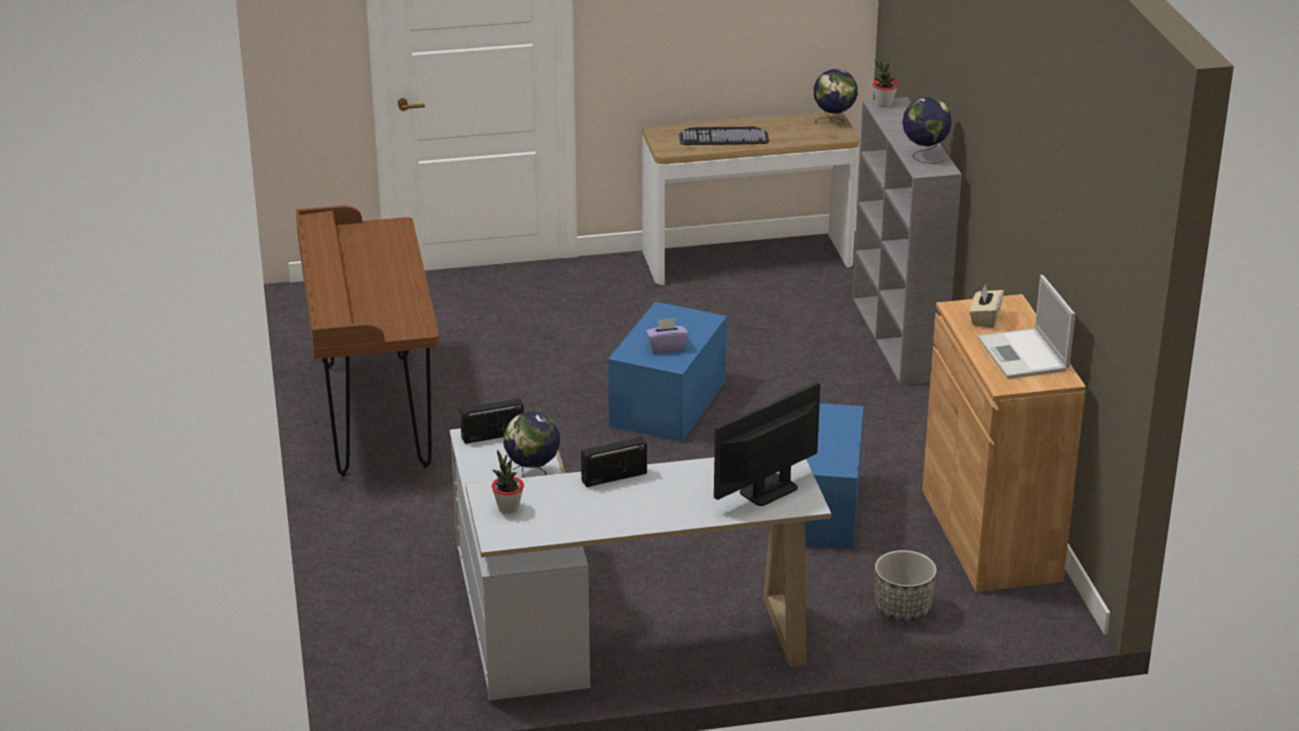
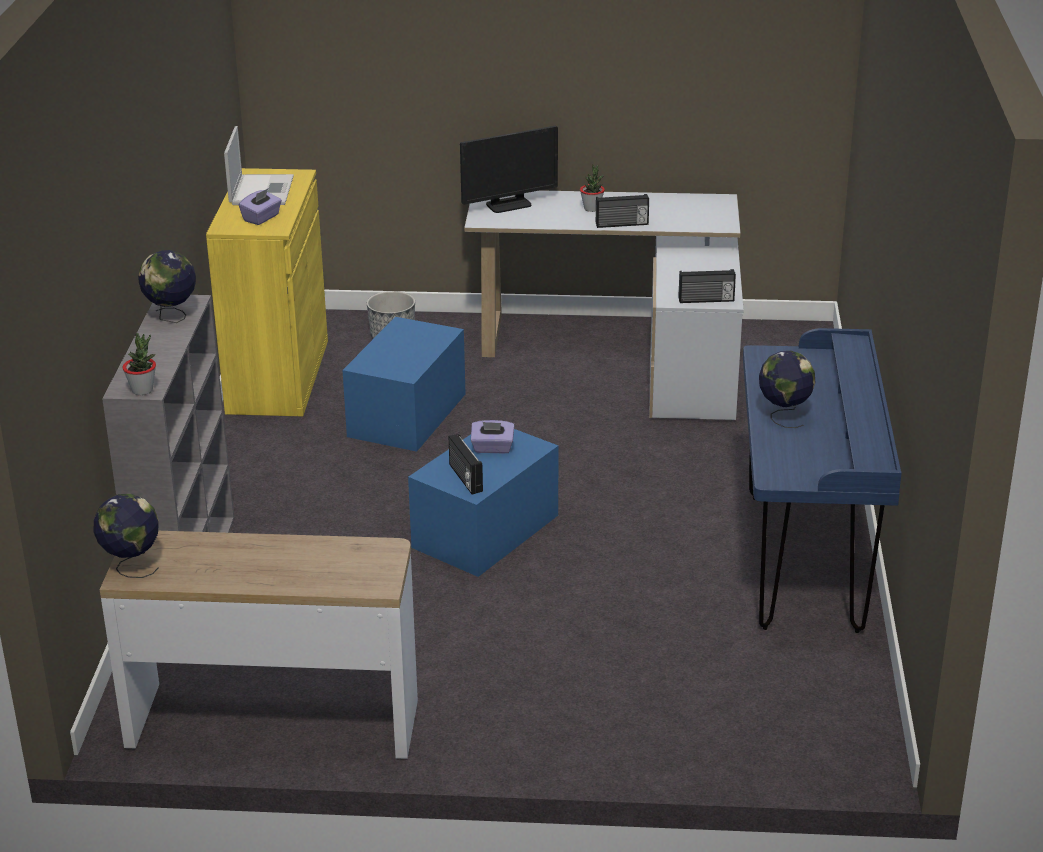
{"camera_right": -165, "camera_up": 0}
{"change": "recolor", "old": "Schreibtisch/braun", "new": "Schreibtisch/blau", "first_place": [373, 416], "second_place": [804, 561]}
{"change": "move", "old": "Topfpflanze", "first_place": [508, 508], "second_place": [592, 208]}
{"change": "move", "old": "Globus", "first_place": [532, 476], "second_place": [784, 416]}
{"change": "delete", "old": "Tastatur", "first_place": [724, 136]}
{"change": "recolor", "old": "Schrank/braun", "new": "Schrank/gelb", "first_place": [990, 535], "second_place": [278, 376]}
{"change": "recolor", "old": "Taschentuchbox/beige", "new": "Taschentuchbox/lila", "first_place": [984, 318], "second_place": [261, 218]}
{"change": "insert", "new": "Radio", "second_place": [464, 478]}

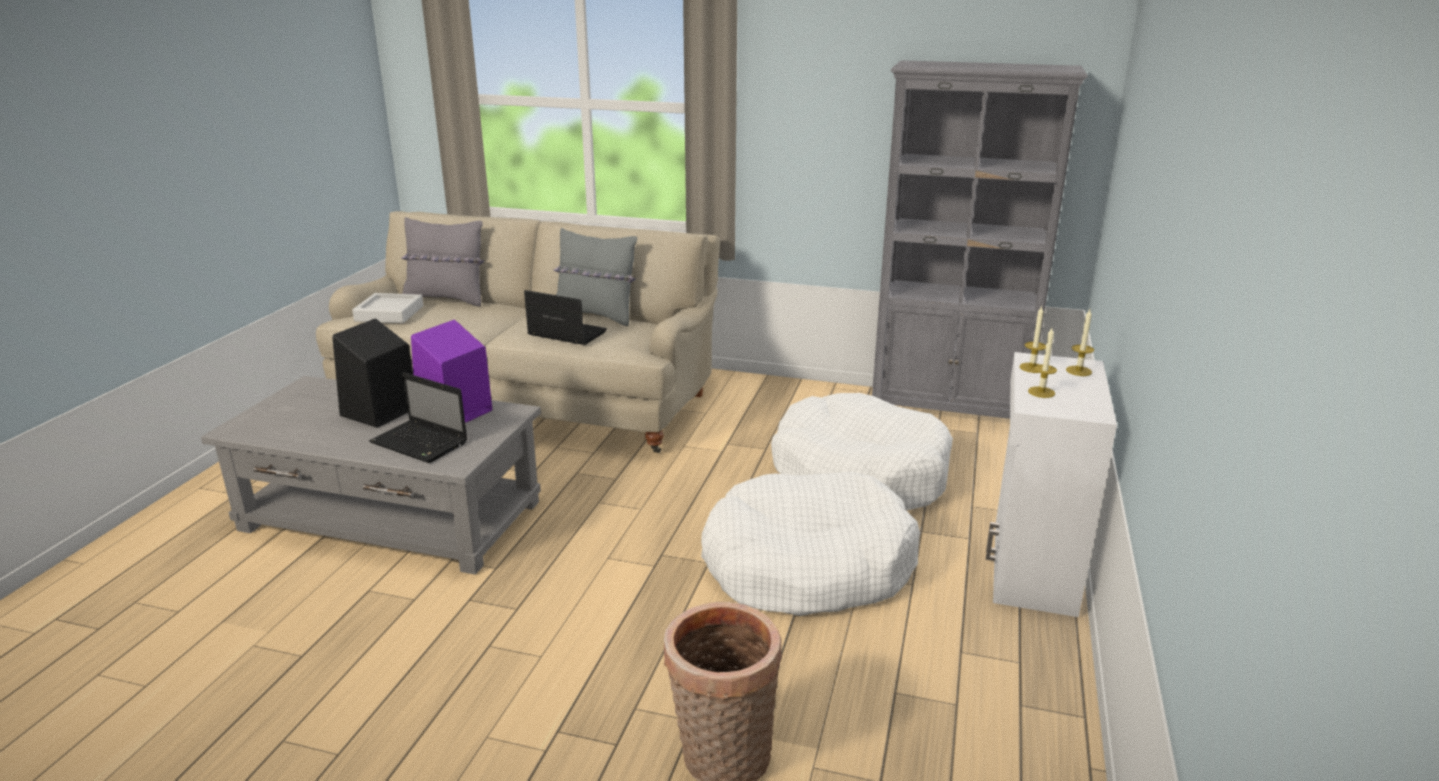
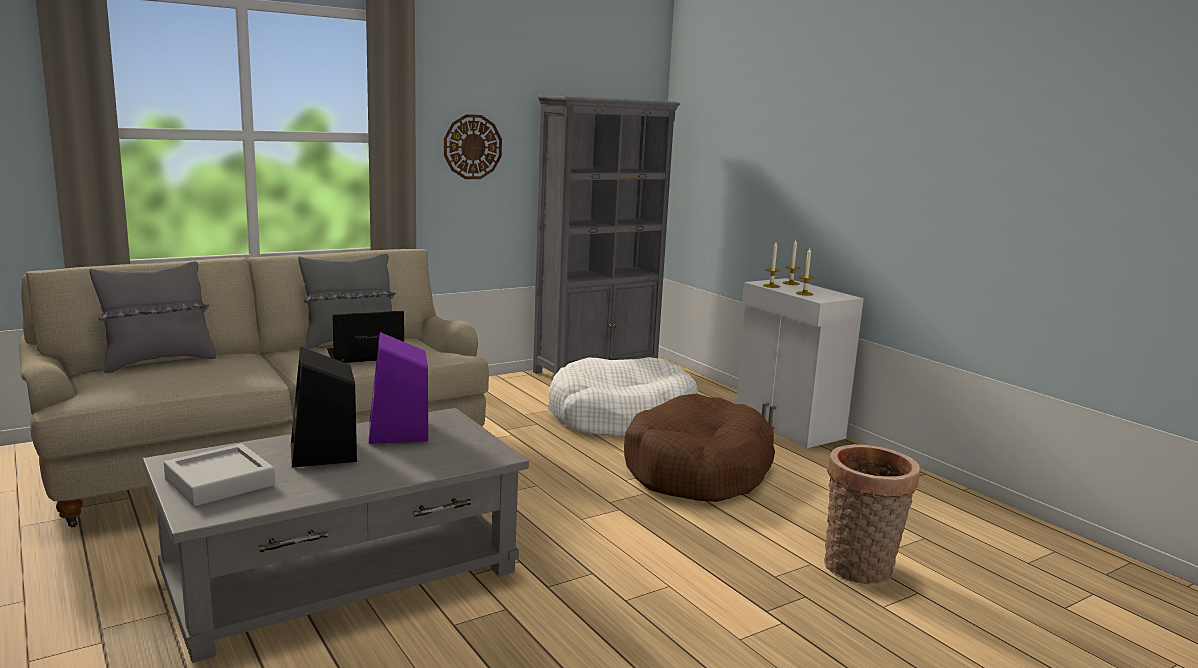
{"camera_right": -50, "camera_up": -10}
{"change": "move", "old": "Tablett/grau", "first_place": [389, 313], "second_place": [220, 482]}
{"change": "delete", "old": "Laptop", "first_place": [421, 443]}
{"change": "recolor", "old": "Hundebett/weiß", "new": "Hundebett/braun", "first_place": [807, 565], "second_place": [697, 470]}
{"change": "insert", "new": "Wanduhr", "second_place": [472, 147]}

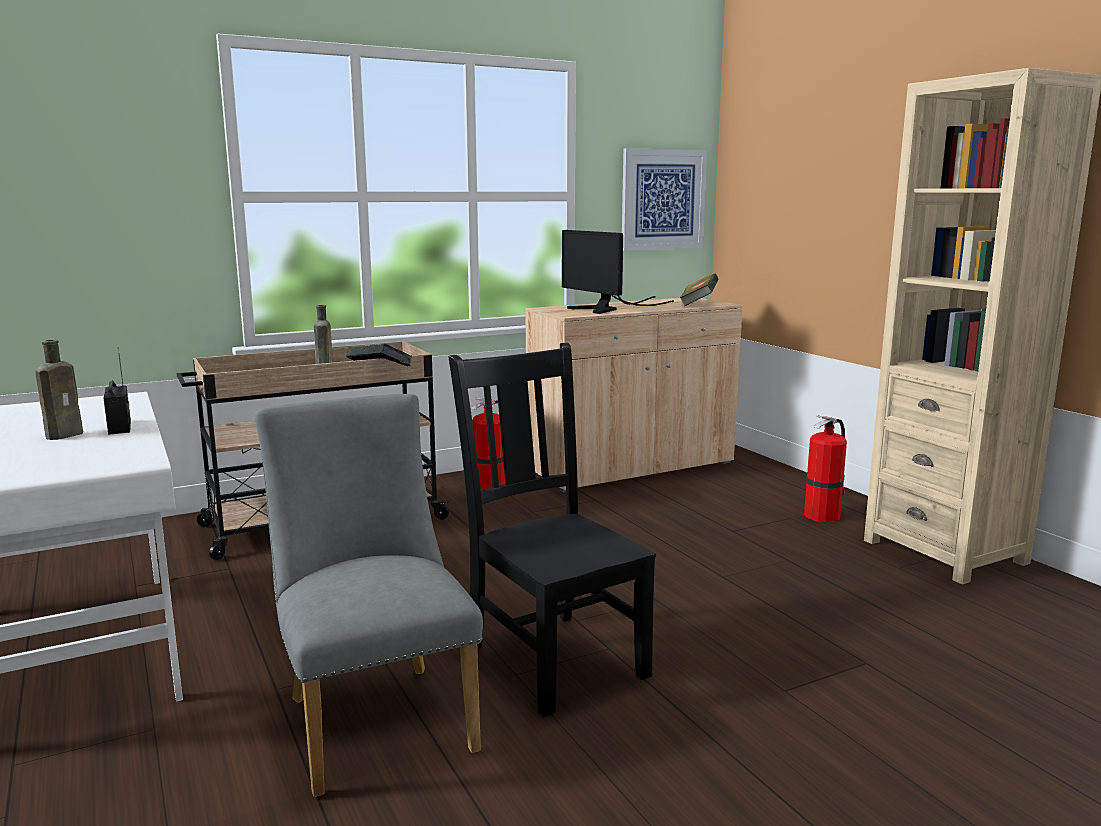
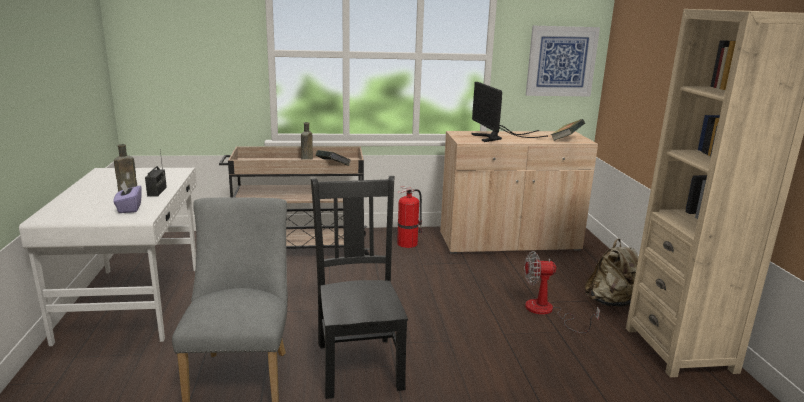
{"camera_right": 20, "camera_up": 5}
{"change": "replace", "old": "Feuerlöscher", "new": "Rucksack/beige", "first_place": [823, 515], "second_place": [613, 303]}
{"change": "insert", "new": "Taschentuchbox/lila", "second_place": [129, 208]}
{"change": "insert", "new": "Ventilator", "second_place": [547, 312]}

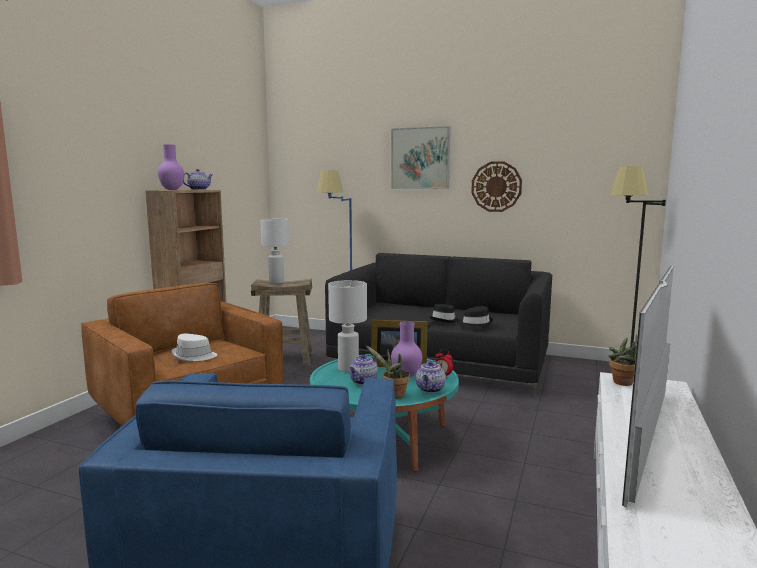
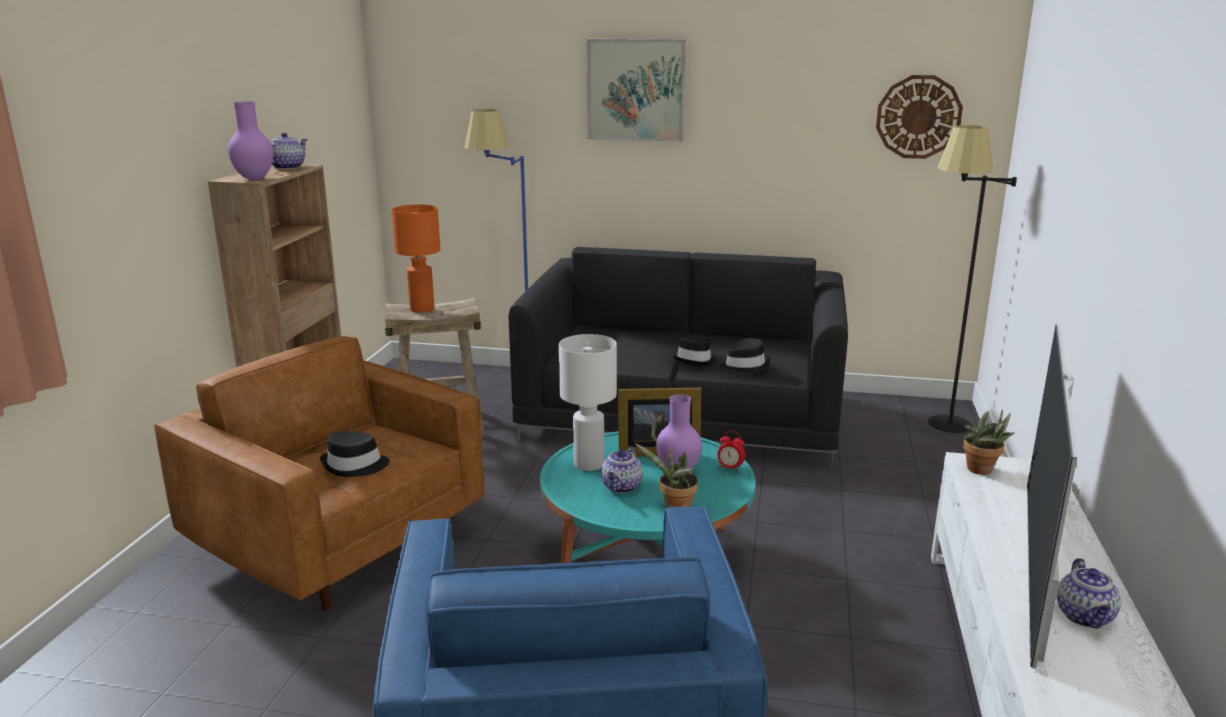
{"camera_right": -10, "camera_up": 10}
{"change": "recolor", "old": "Hut/weiß", "new": "Hut/schwarz", "first_place": [194, 356], "second_place": [355, 466]}
{"change": "recolor", "old": "Tischlampe/weiß", "new": "Tischlampe/orange", "first_place": [276, 282], "second_place": [421, 309]}
{"change": "move", "old": "Teekanne", "first_place": [430, 389], "second_place": [1085, 617]}
{"change": "move", "old": "Wanduhr", "first_place": [496, 186], "second_place": [918, 117]}

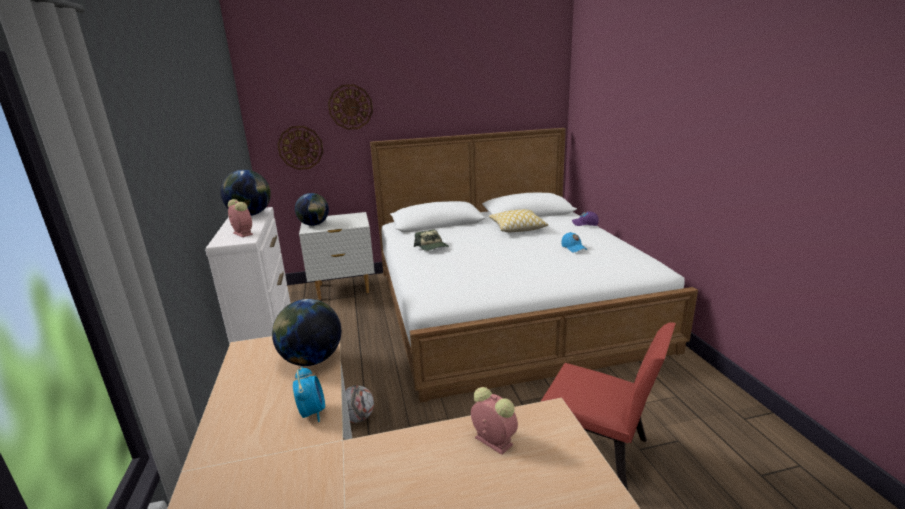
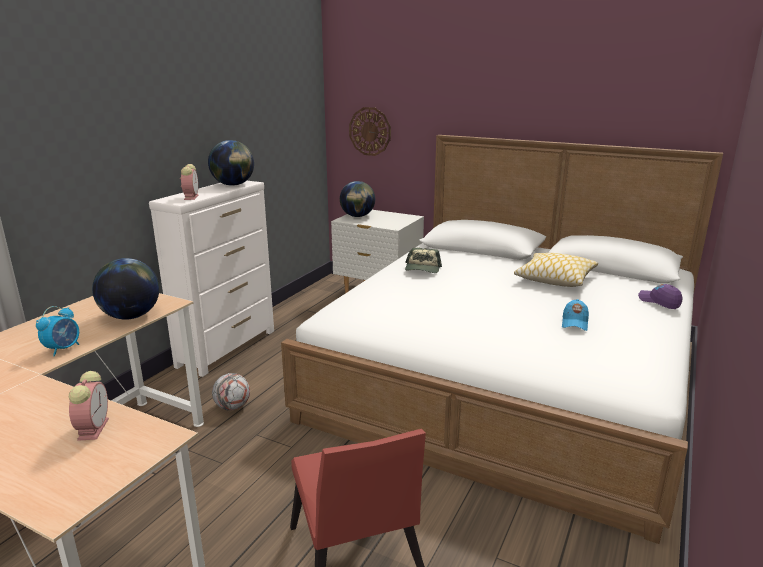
{"camera_right": 40, "camera_up": 0}
{"change": "delete", "old": "Wanduhr", "first_place": [350, 107]}

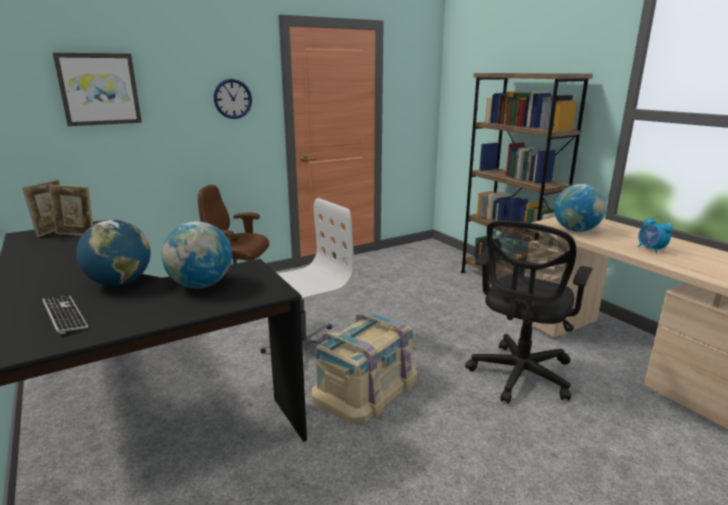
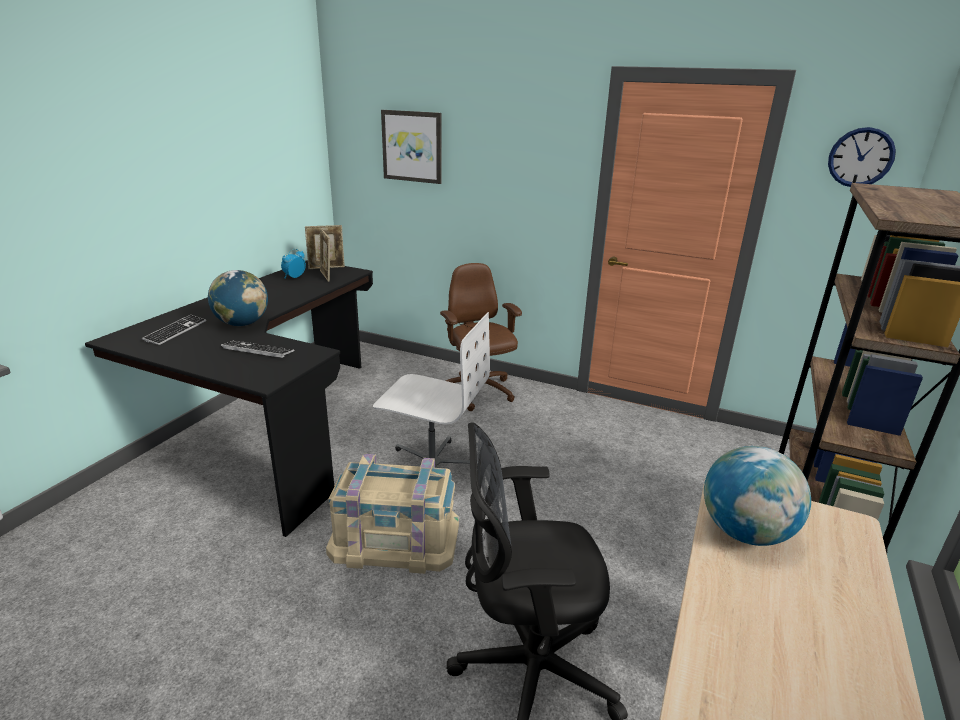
{"camera_right": 55, "camera_up": 5}
{"change": "replace", "old": "Globus", "new": "Tastatur", "first_place": [201, 285], "second_place": [258, 350]}
{"change": "move", "old": "Wanduhr", "first_place": [232, 99], "second_place": [860, 157]}
{"change": "move", "old": "Wecker", "first_place": [651, 249], "second_place": [294, 277]}

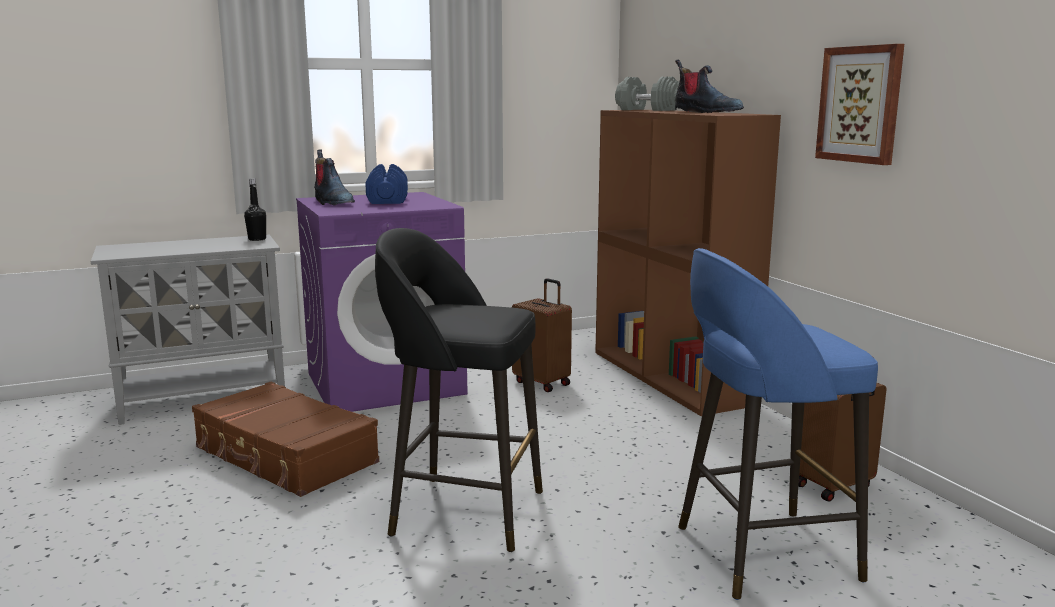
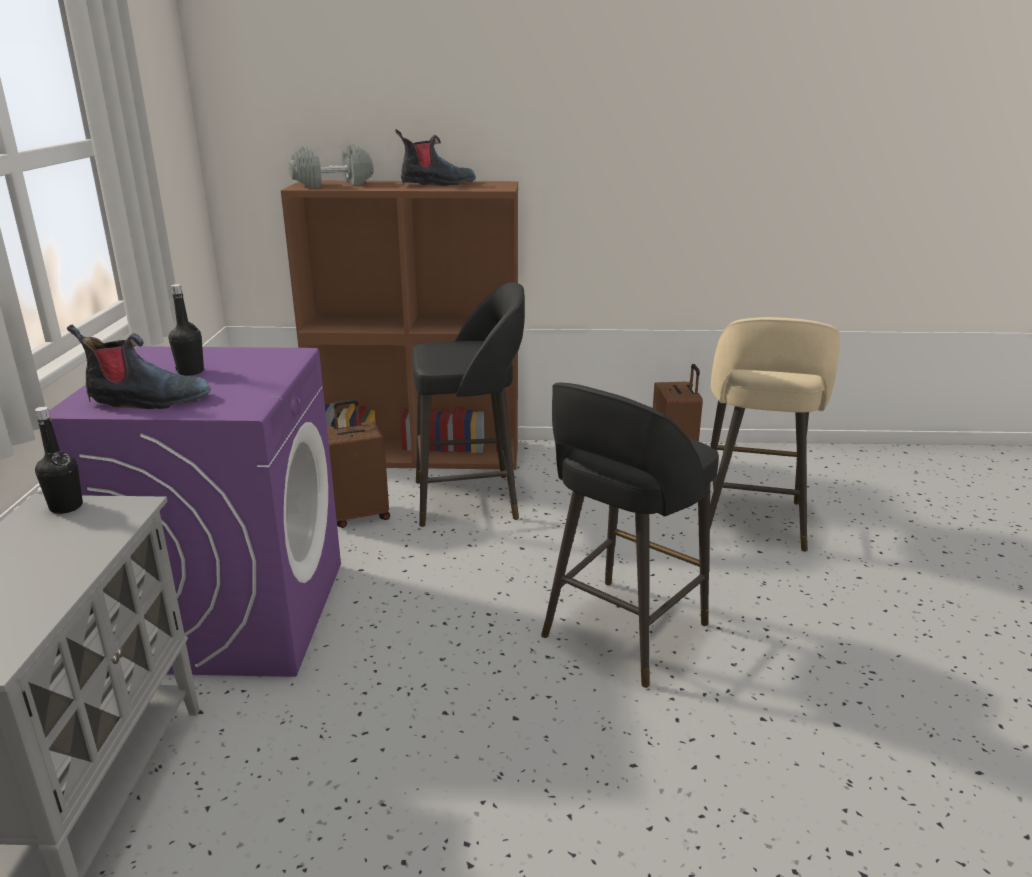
{"camera_right": -65, "camera_up": 10}
{"change": "delete", "old": "Koffer/braun", "first_place": [285, 456]}
{"change": "replace", "old": "Hantel/blau", "new": "Flasche/schwarz", "first_place": [388, 200], "second_place": [191, 371]}
{"change": "recolor", "old": "Hocker/blau", "new": "Hocker/beige", "first_place": [761, 553], "second_place": [751, 523]}
{"change": "delete", "old": "Bild", "first_place": [860, 104]}
{"change": "insert", "new": "Hocker/schwarz", "second_place": [469, 500]}

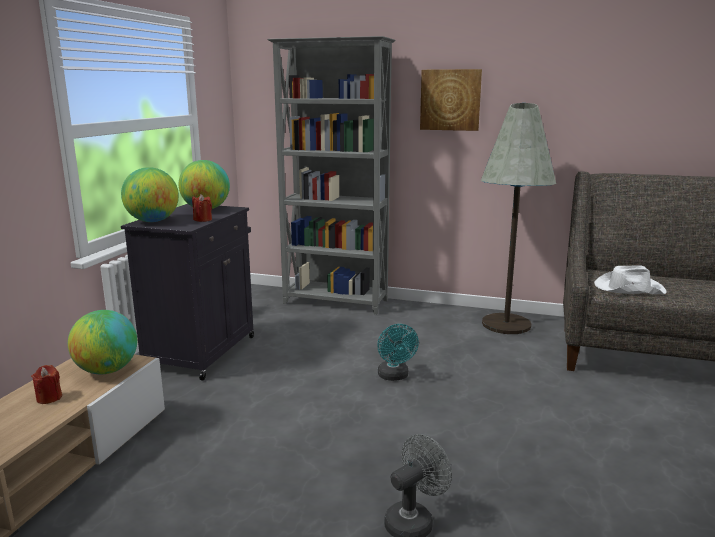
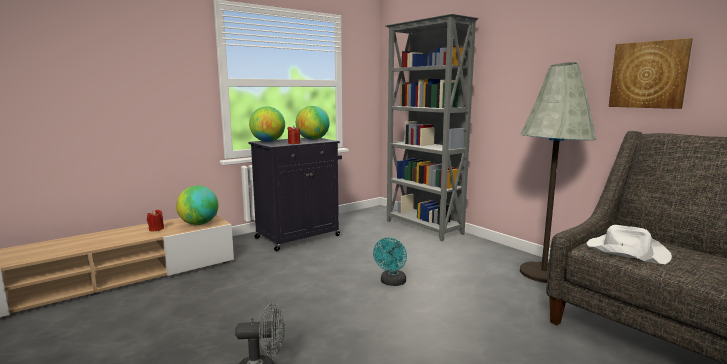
{"camera_right": 35, "camera_up": -5}
{"change": "move", "old": "Bild", "first_place": [450, 100], "second_place": [648, 75]}

